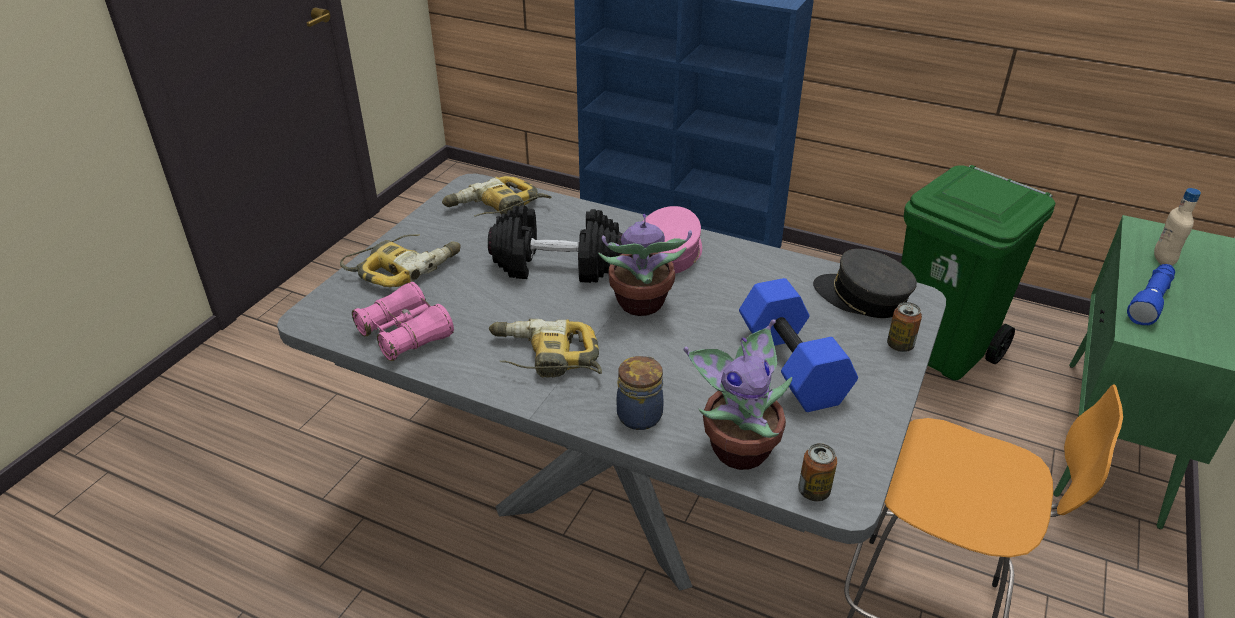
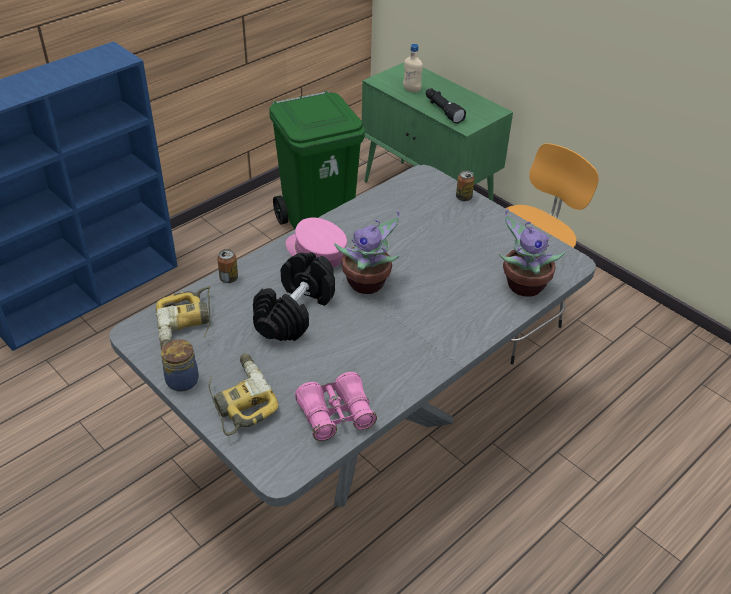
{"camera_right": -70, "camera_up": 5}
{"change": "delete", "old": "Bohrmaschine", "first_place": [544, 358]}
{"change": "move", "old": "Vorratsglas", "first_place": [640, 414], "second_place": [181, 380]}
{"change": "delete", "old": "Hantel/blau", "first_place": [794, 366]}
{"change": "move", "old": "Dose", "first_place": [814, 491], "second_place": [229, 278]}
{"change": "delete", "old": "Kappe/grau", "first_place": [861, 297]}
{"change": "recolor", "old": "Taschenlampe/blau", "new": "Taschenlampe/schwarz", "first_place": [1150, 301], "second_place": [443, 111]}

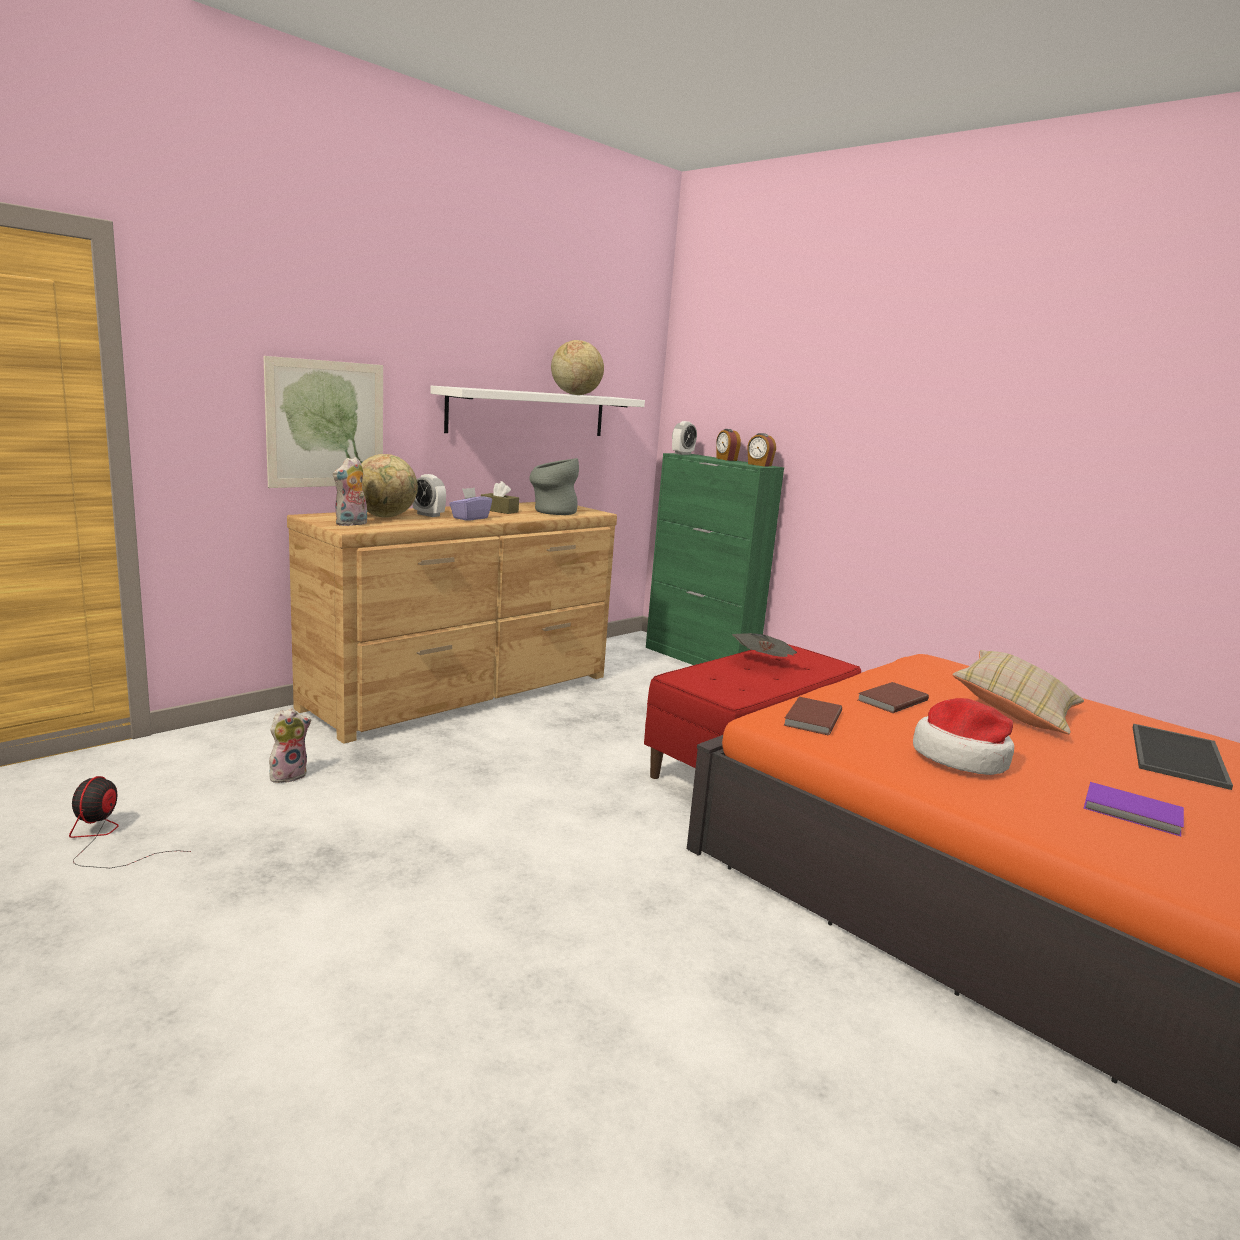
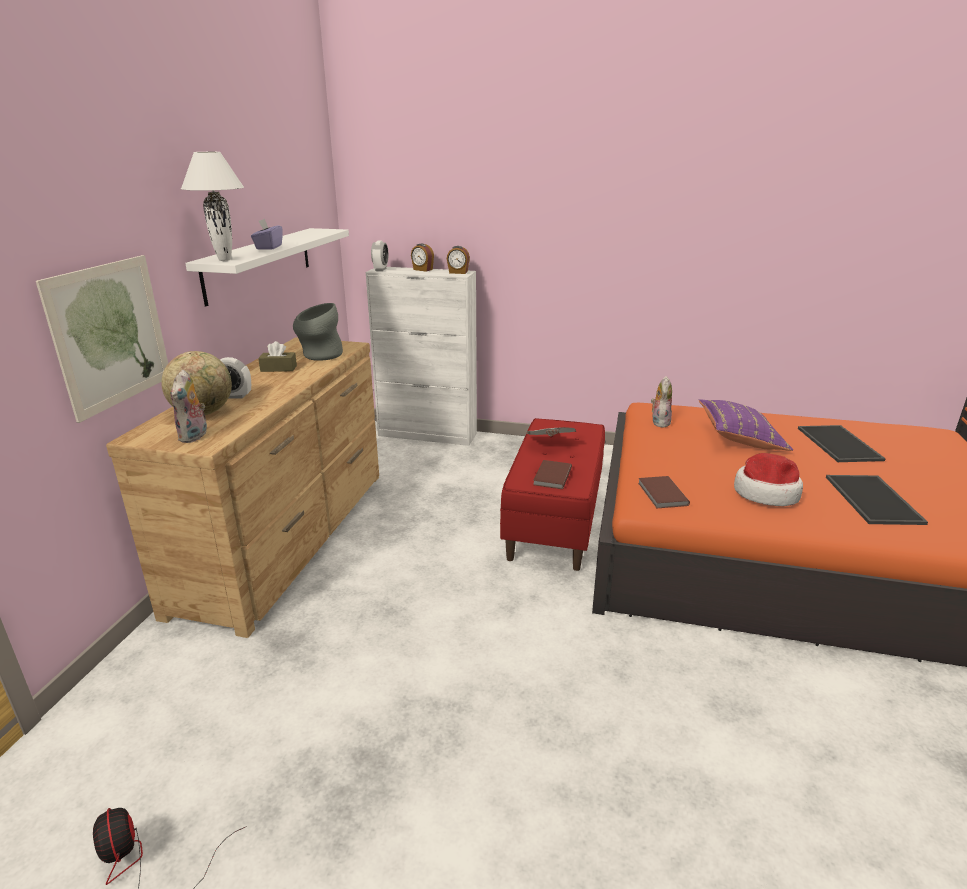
{"camera_right": -30, "camera_up": 10}
{"change": "move", "old": "Plüschtier", "first_place": [288, 775], "second_place": [659, 422]}
{"change": "move", "old": "Taschentuchbox/lila", "first_place": [470, 518], "second_place": [268, 247]}
{"change": "delete", "old": "Globus", "first_place": [575, 394]}
{"change": "recolor", "old": "Schrank/grün", "new": "Schrank/weiß", "first_place": [700, 660], "second_place": [428, 434]}
{"change": "move", "old": "Buch/braun", "first_place": [890, 700], "second_place": [551, 476]}
{"change": "recolor", "old": "Kissen/beige", "new": "Kissen/lila", "first_place": [1014, 711], "second_place": [739, 439]}
{"change": "replace", "old": "Buch/lila", "new": "Tablett", "first_place": [1133, 813], "second_place": [875, 500]}
{"change": "insert", "new": "Tischlampe/weiß", "second_place": [225, 260]}

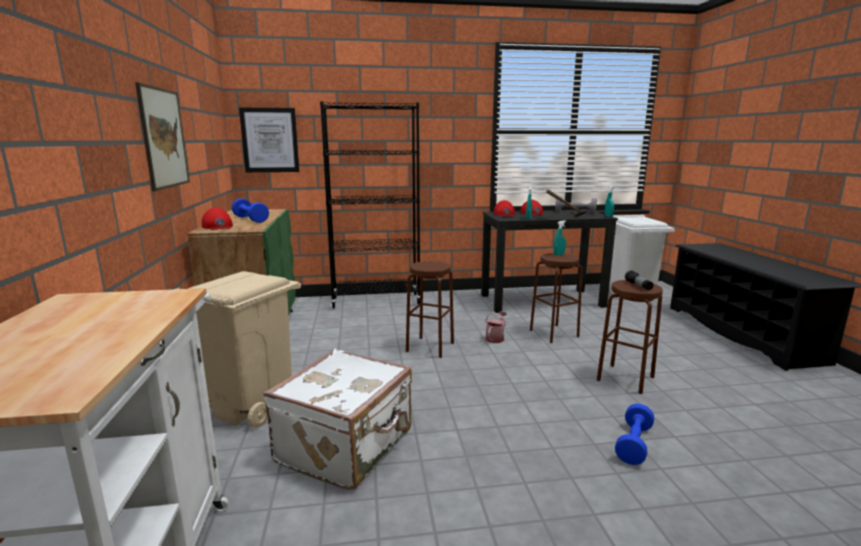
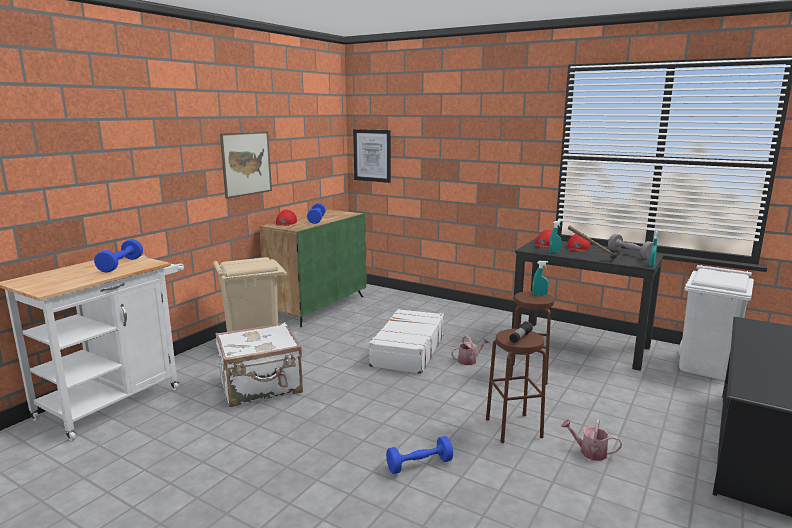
{"camera_right": 40, "camera_up": 0}
{"change": "delete", "old": "Bücherregal/schwarz", "first_place": [376, 301]}
{"change": "replace", "old": "Hocker/braun", "new": "Koffer/weiß", "first_place": [430, 347], "second_place": [407, 350]}
{"change": "insert", "new": "Hantel/blau", "second_place": [121, 265]}
{"change": "insert", "new": "Gießkanne", "second_place": [589, 452]}

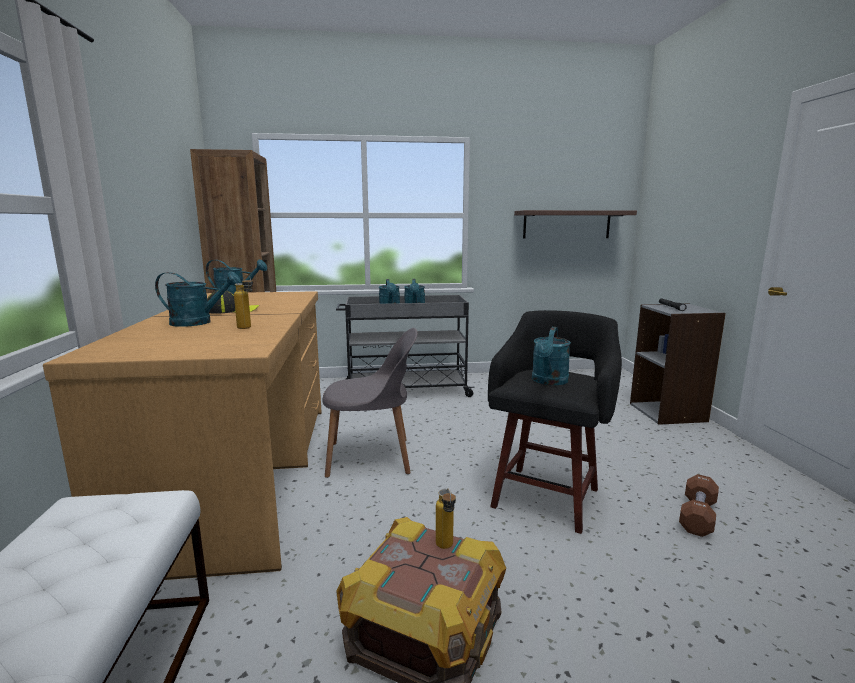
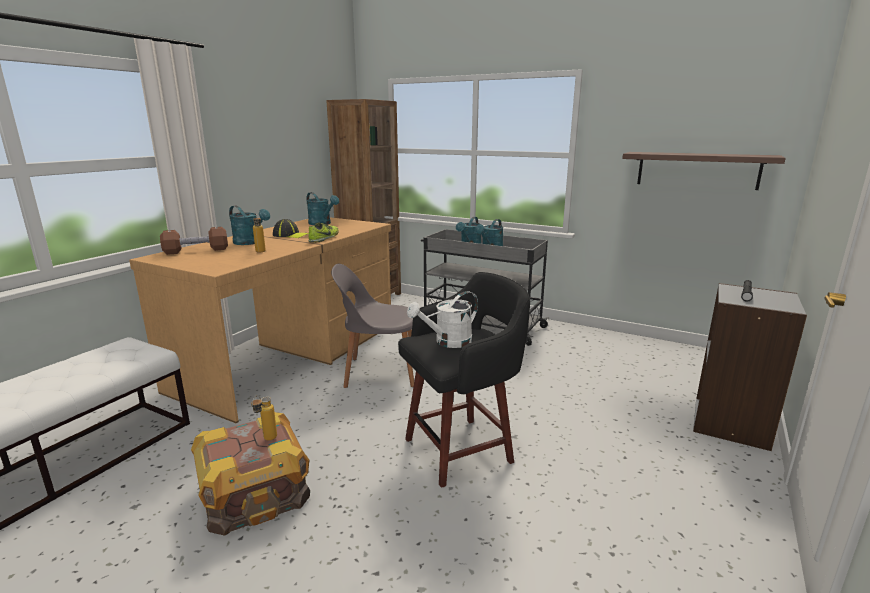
{"camera_right": 35, "camera_up": 5}
{"change": "rotate", "old": "Stuhl/grau", "first_place": [372, 457], "second_place": [379, 372], "degrees": 150}
{"change": "recolor", "old": "Gießkanne/türkis", "new": "Gießkanne/weiß", "first_place": [549, 381], "second_place": [448, 342]}
{"change": "move", "old": "Hantel/braun", "first_place": [697, 516], "second_place": [196, 251]}
{"change": "insert", "new": "Schuh", "second_place": [324, 238]}

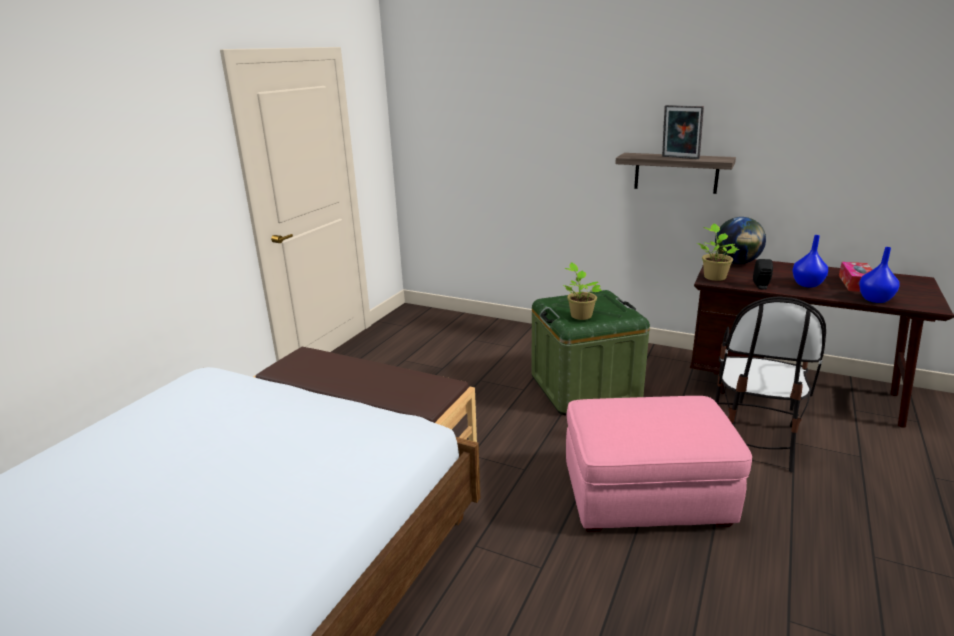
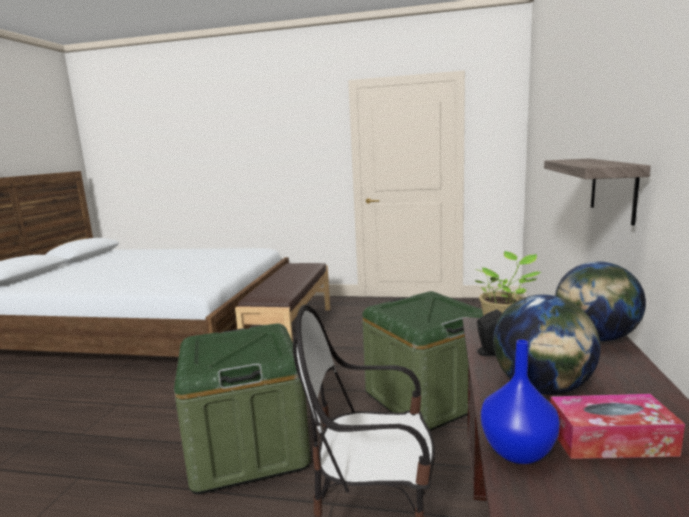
{"camera_right": 75, "camera_up": -10}
{"change": "delete", "old": "Topfpflanze", "first_place": [580, 315]}
{"change": "replace", "old": "Polsterhocker/rosa", "new": "Aufbewahrungsbox/grün", "first_place": [647, 497], "second_place": [248, 448]}
{"change": "delete", "old": "Bilderrahmen", "first_place": [679, 158]}
{"change": "replace", "old": "Vase/blau", "new": "Globus", "first_place": [808, 284], "second_place": [542, 388]}

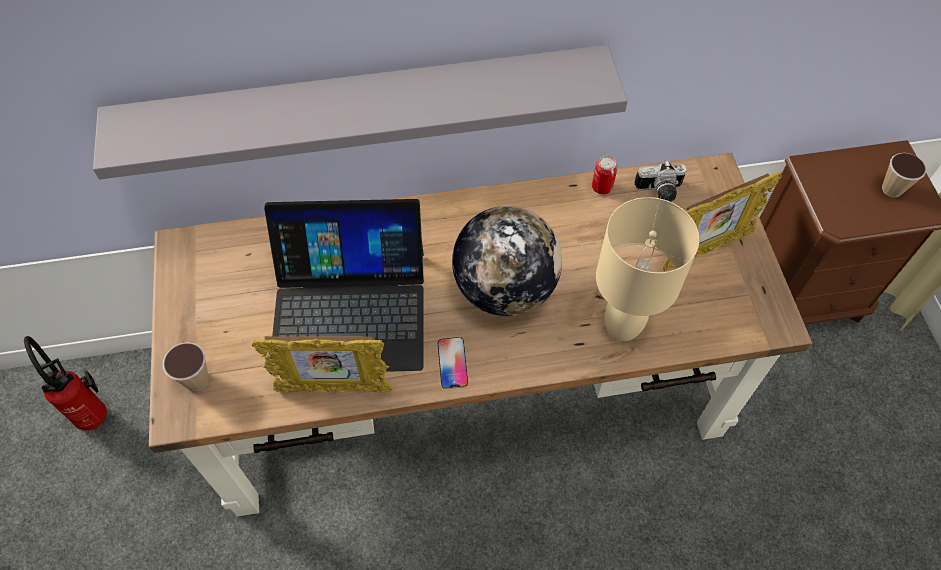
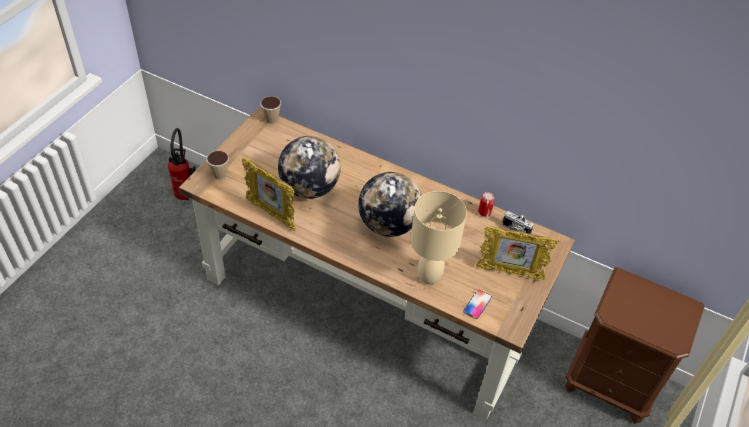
{"camera_right": 35, "camera_up": -10}
{"change": "delete", "old": "Wandregal/grau", "first_place": [364, 107]}
{"change": "replace", "old": "Laptop", "new": "Globus", "first_place": [349, 308], "second_place": [309, 188]}
{"change": "move", "old": "Handy", "first_place": [452, 363], "second_place": [477, 304]}
{"change": "move", "old": "Tasse", "first_place": [891, 189], "second_place": [271, 119]}

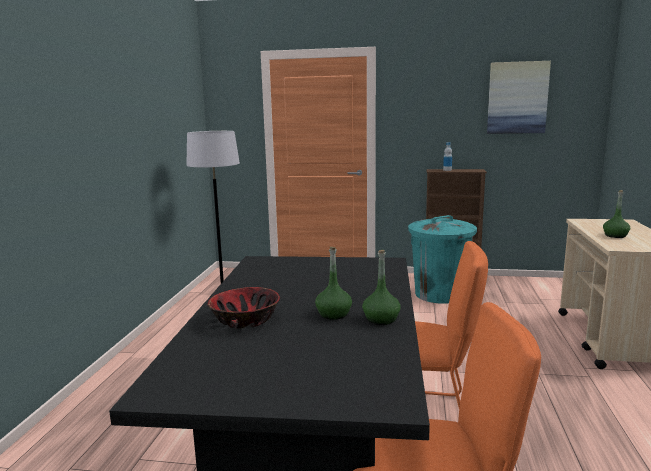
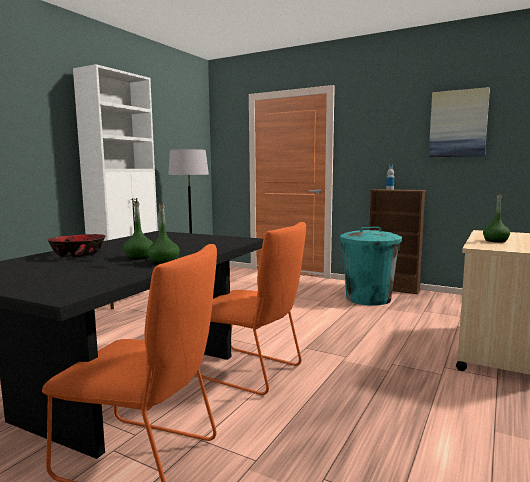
{"camera_right": 20, "camera_up": -5}
{"change": "insert", "new": "Schrank/weiß", "second_place": [128, 298]}

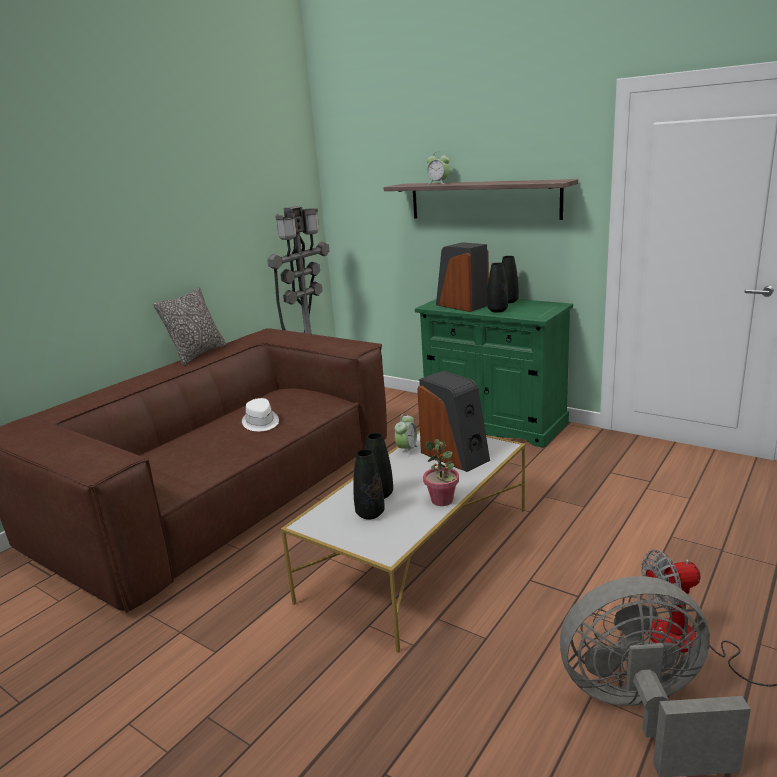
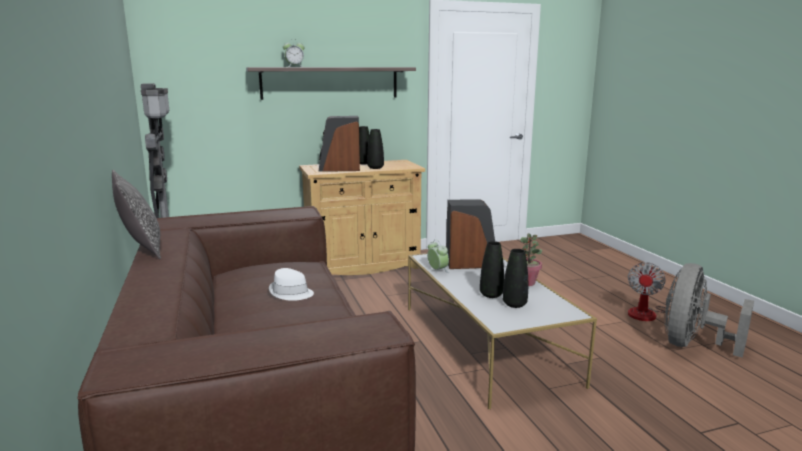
{"camera_right": -55, "camera_up": -5}
{"change": "recolor", "old": "Schrank/grün", "new": "Schrank/beige", "first_place": [494, 422], "second_place": [363, 265]}

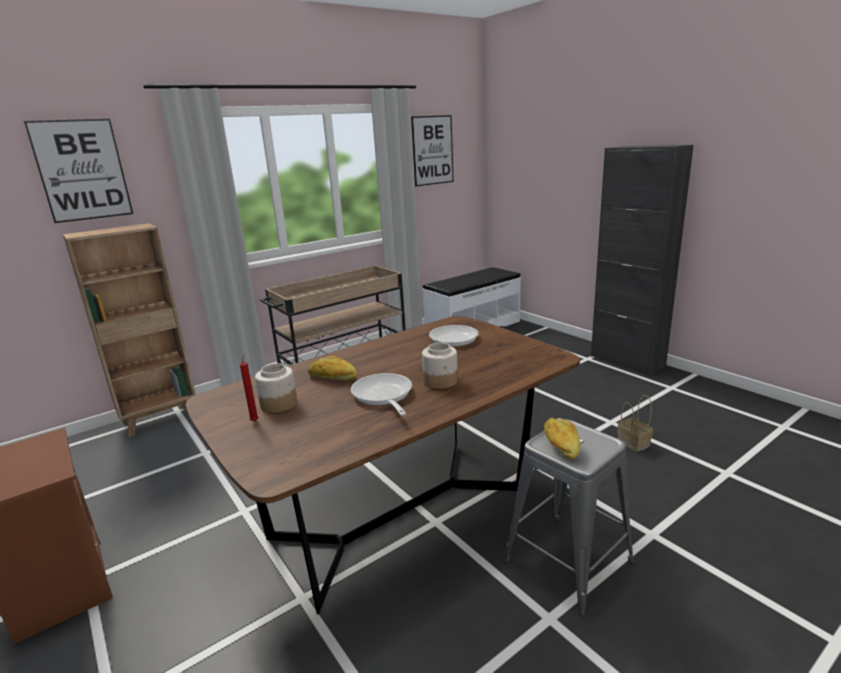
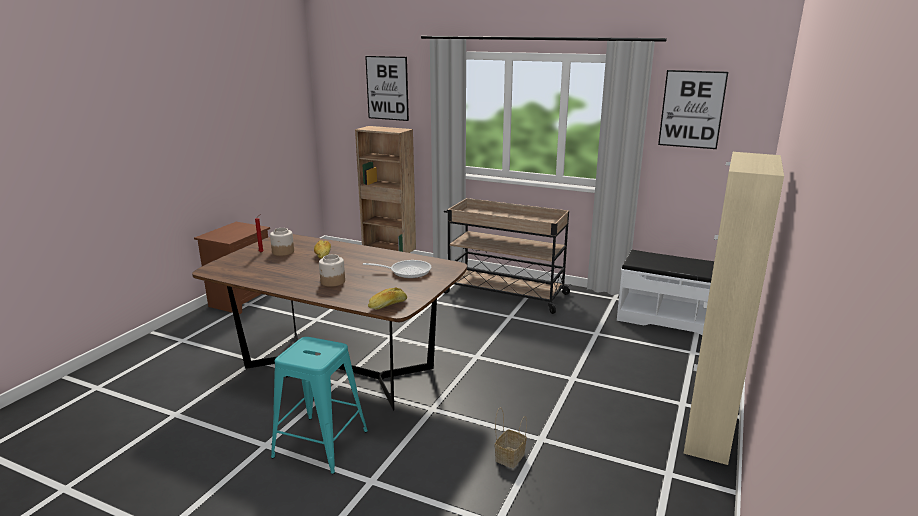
{"camera_right": 60, "camera_up": 0}
{"change": "delete", "old": "Pfanne", "first_place": [383, 396]}
{"change": "recolor", "old": "Hocker/grau", "new": "Hocker/türkis", "first_place": [567, 561], "second_place": [321, 444]}
{"change": "move", "old": "Brot", "first_place": [560, 445], "second_place": [388, 305]}
{"change": "recolor", "old": "Schrank/schwarz", "new": "Schrank/beige", "first_place": [627, 361], "second_place": [708, 432]}

